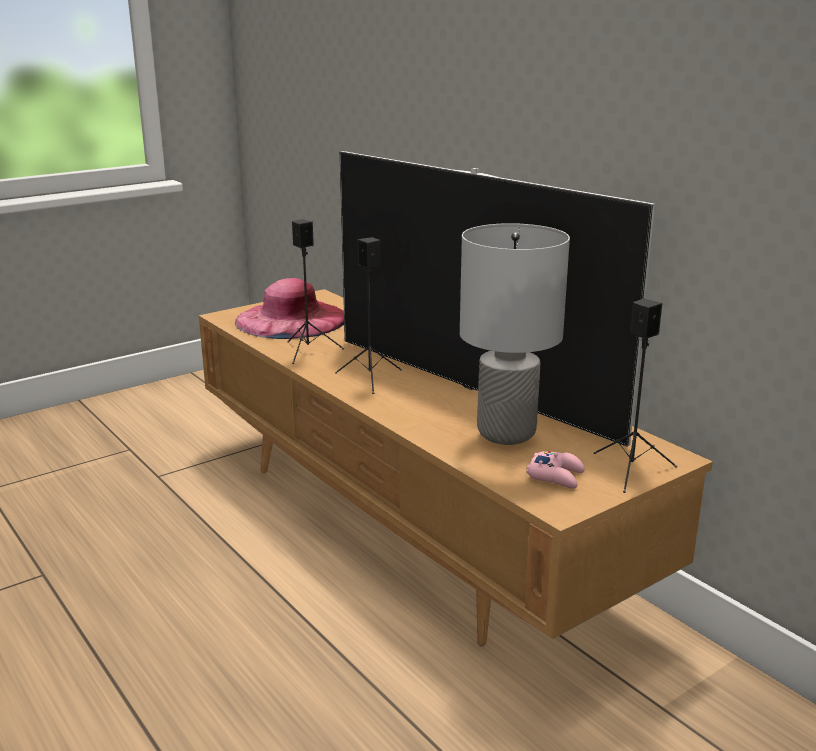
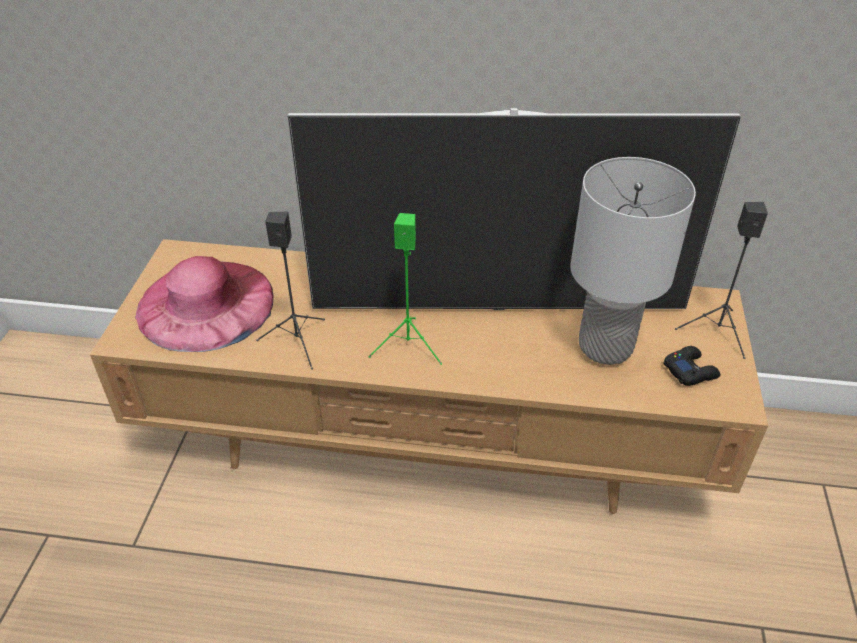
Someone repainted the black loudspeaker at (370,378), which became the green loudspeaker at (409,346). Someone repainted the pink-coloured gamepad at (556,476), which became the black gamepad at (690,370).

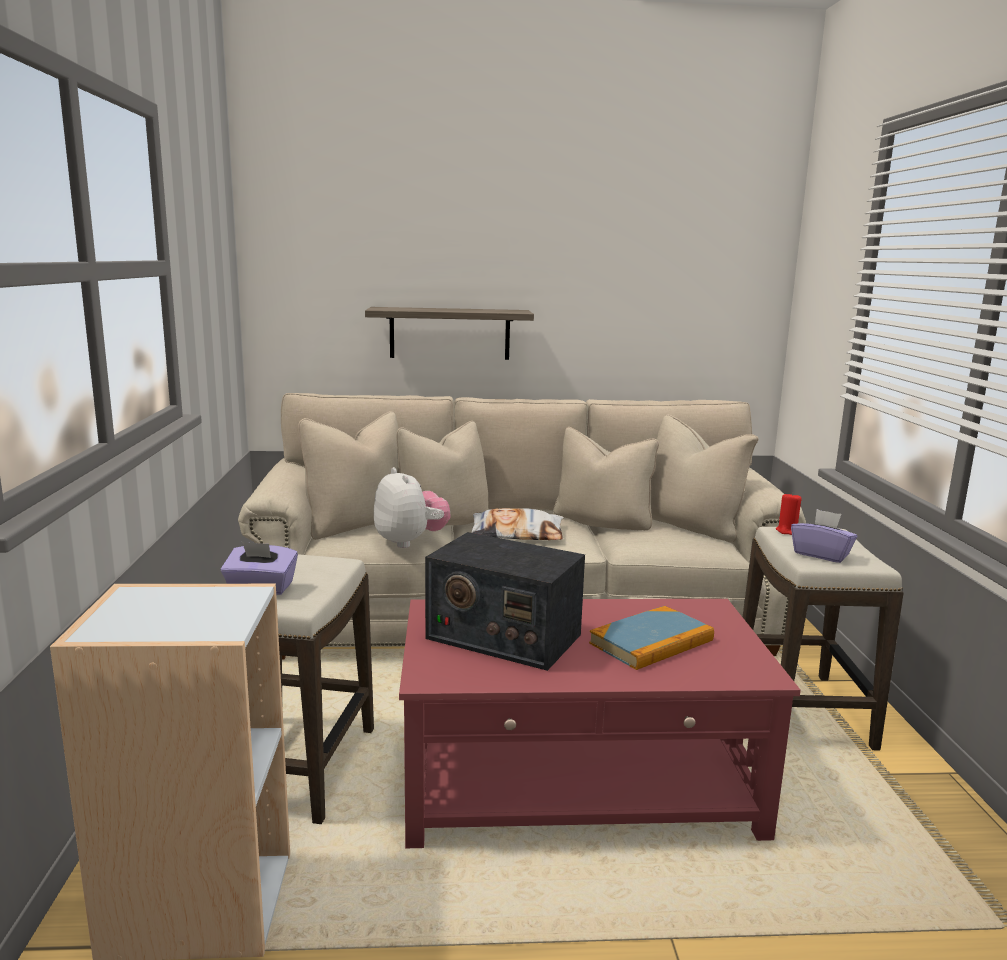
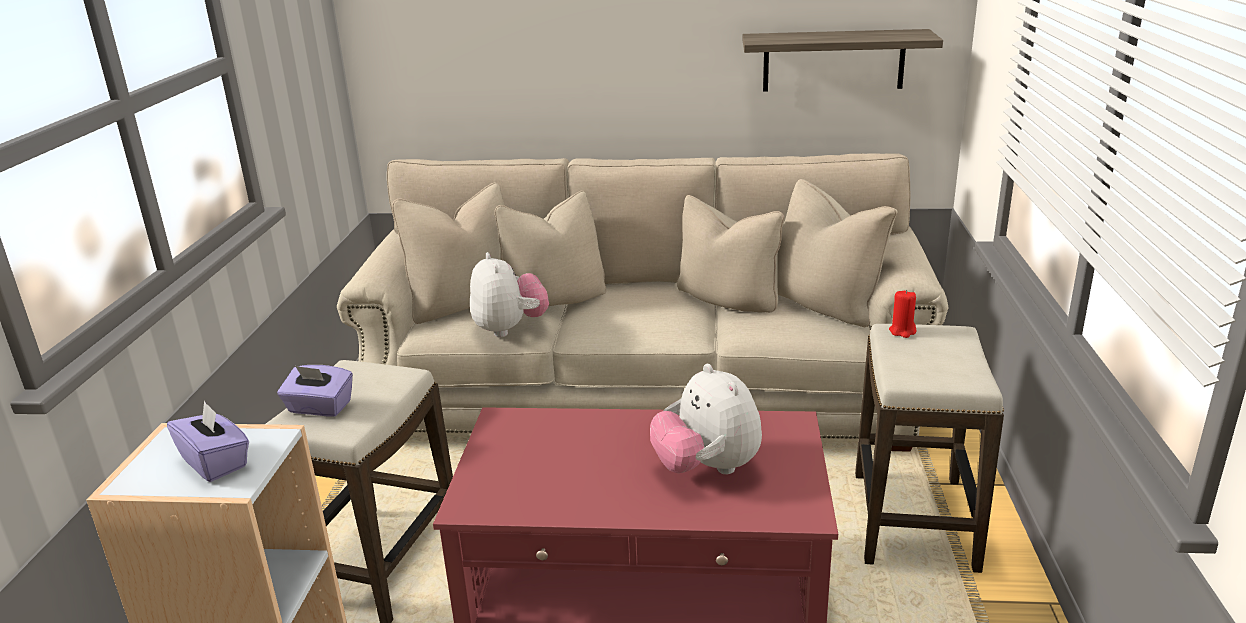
Someone carried the bracket shelf from (450,333) to (833,60). Someone took away the throw pillow at (517,533). Someone carried the purplish tissue box from (821,554) to (216,462). Someone took away the radio receiver at (502,636). Someone swapped the book at (651,642) for the plush toy at (707,468).

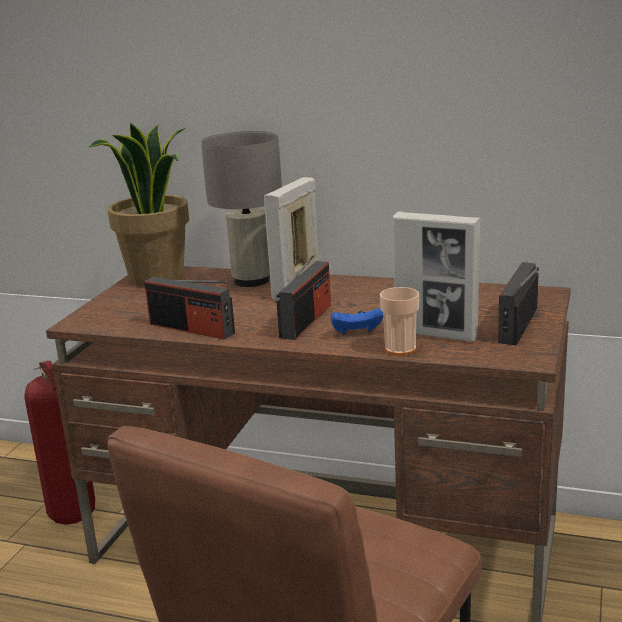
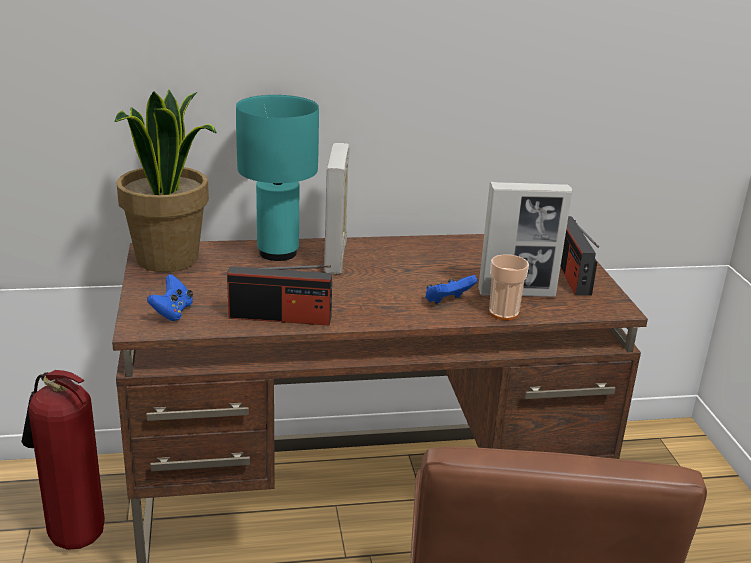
Someone repainted the gray lamp for a table at (251,281), which became the turquoise lamp for a table at (278,253). Someone took away the radio receiver at (306,320). Someone put down the blue gamepad at (172,312).

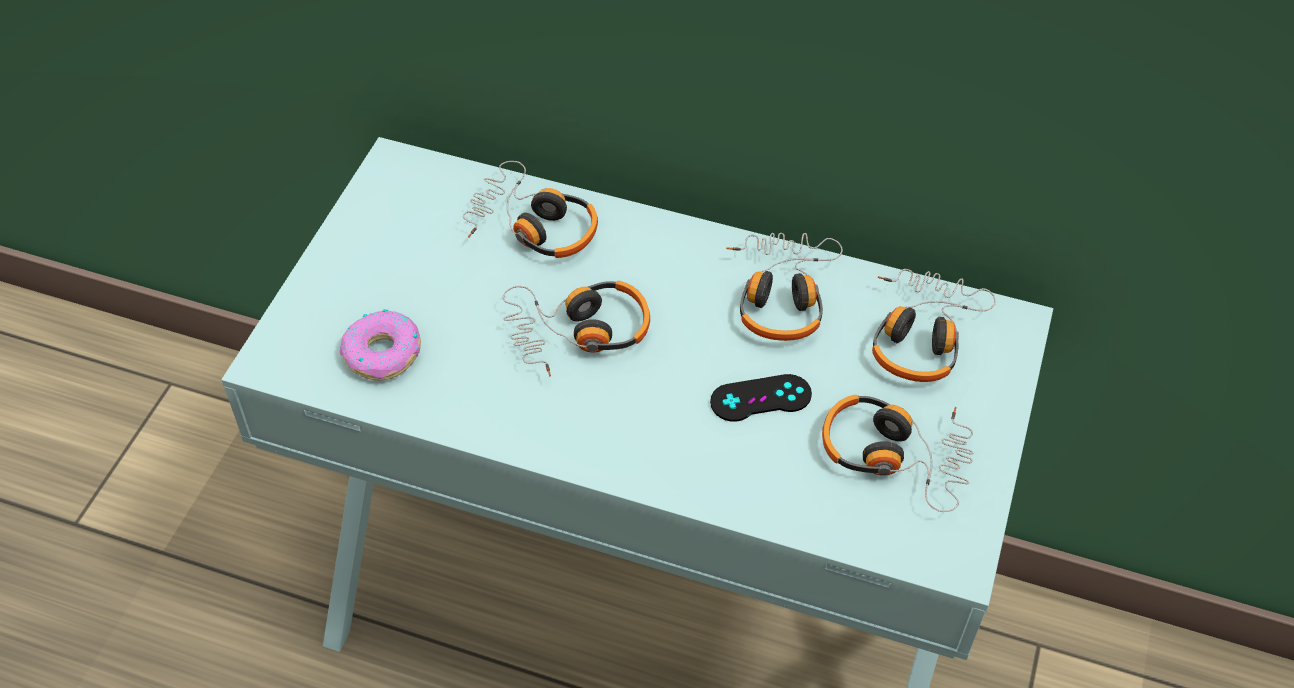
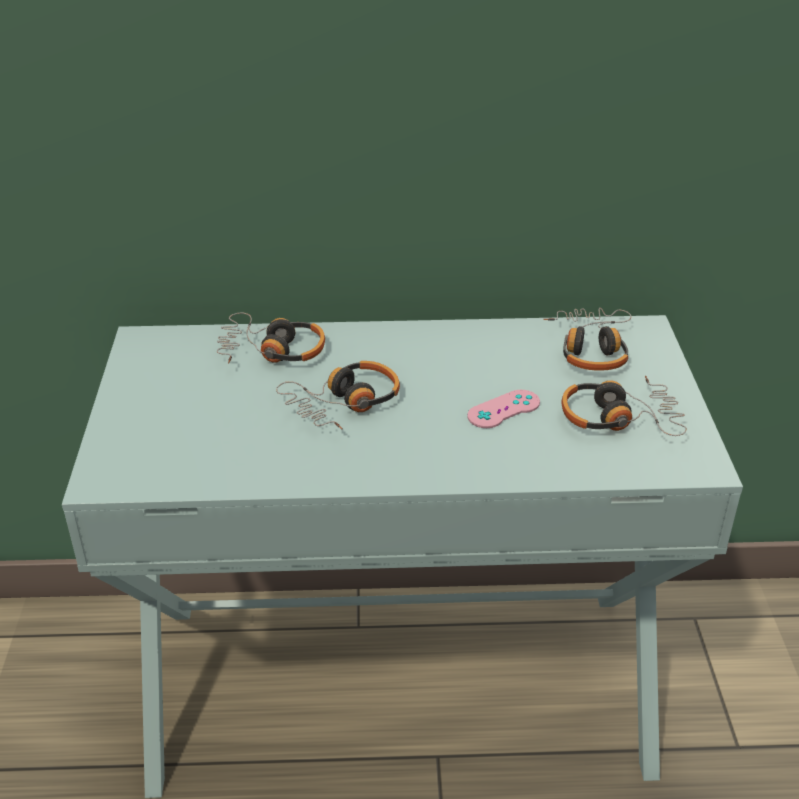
Someone took away the headset at (781,295). Someone took away the ring doughnut at (383,353). Someone repainted the black gamepad at (761,398), which became the pink-coloured gamepad at (503,409).

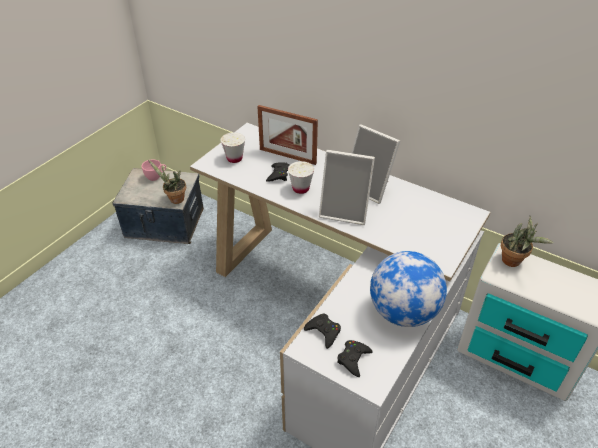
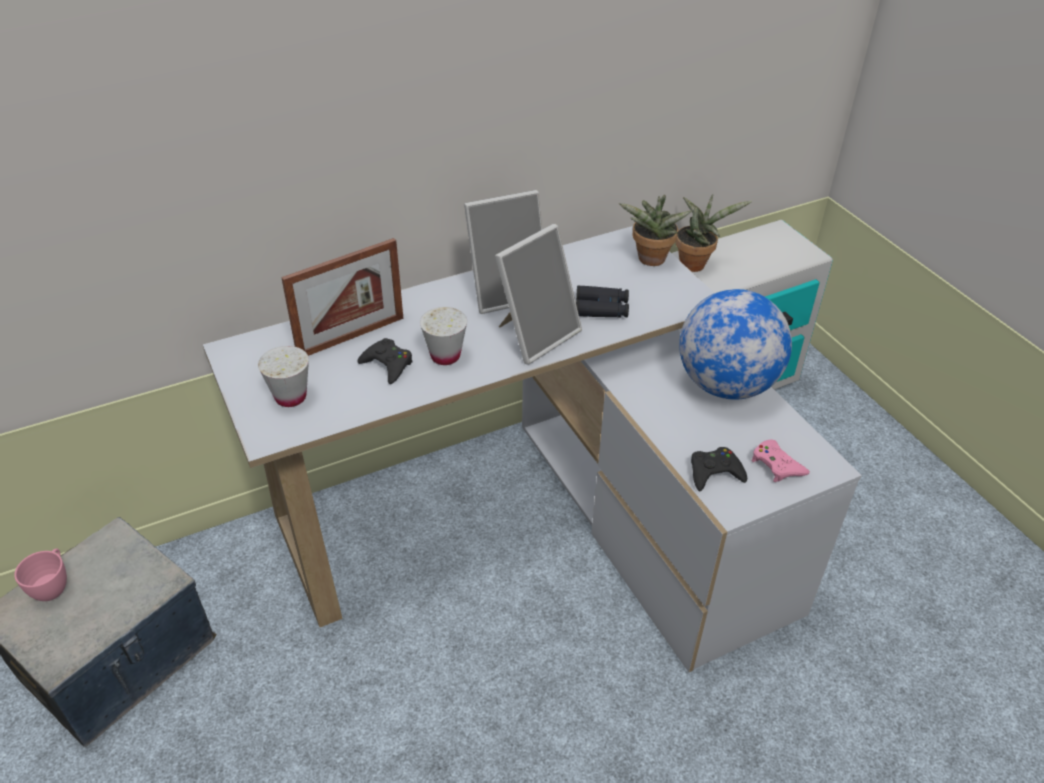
Someone carried the potted plant from (174,199) to (650,261). Someone repainted the black gamepad at (353,359), which became the pink-coloured gamepad at (777,465). Someone put down the black pair of binoculars at (601,308).

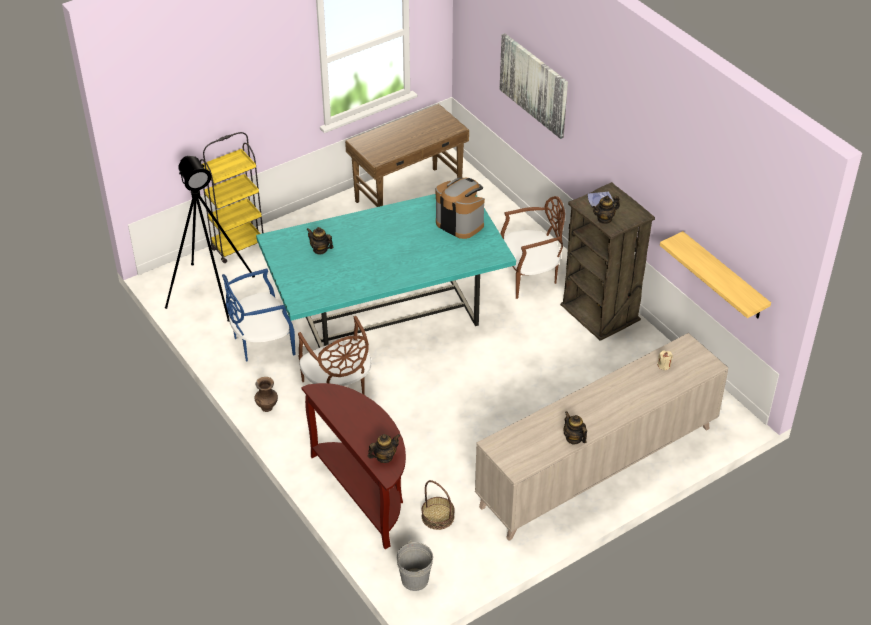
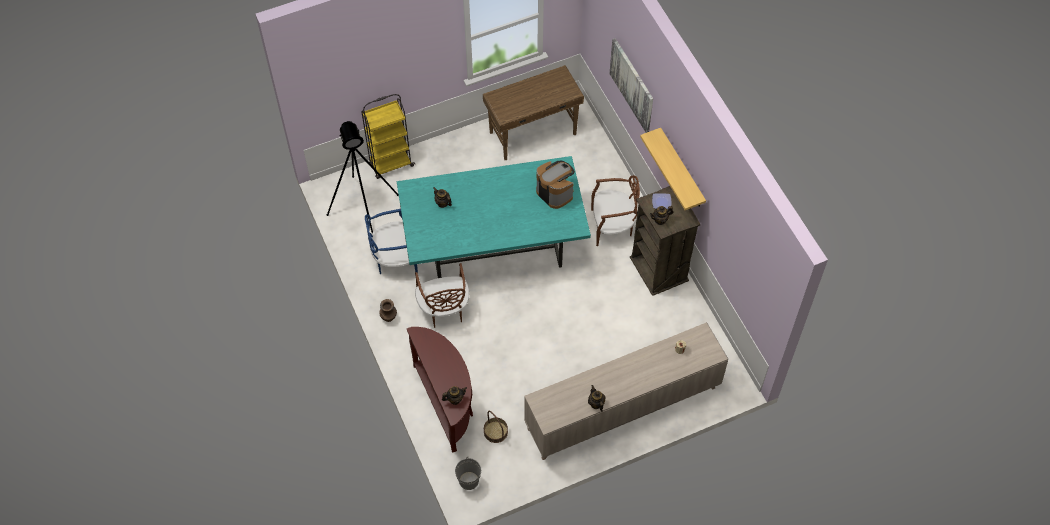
Someone carried the bracket shelf from (723,276) to (682,169).

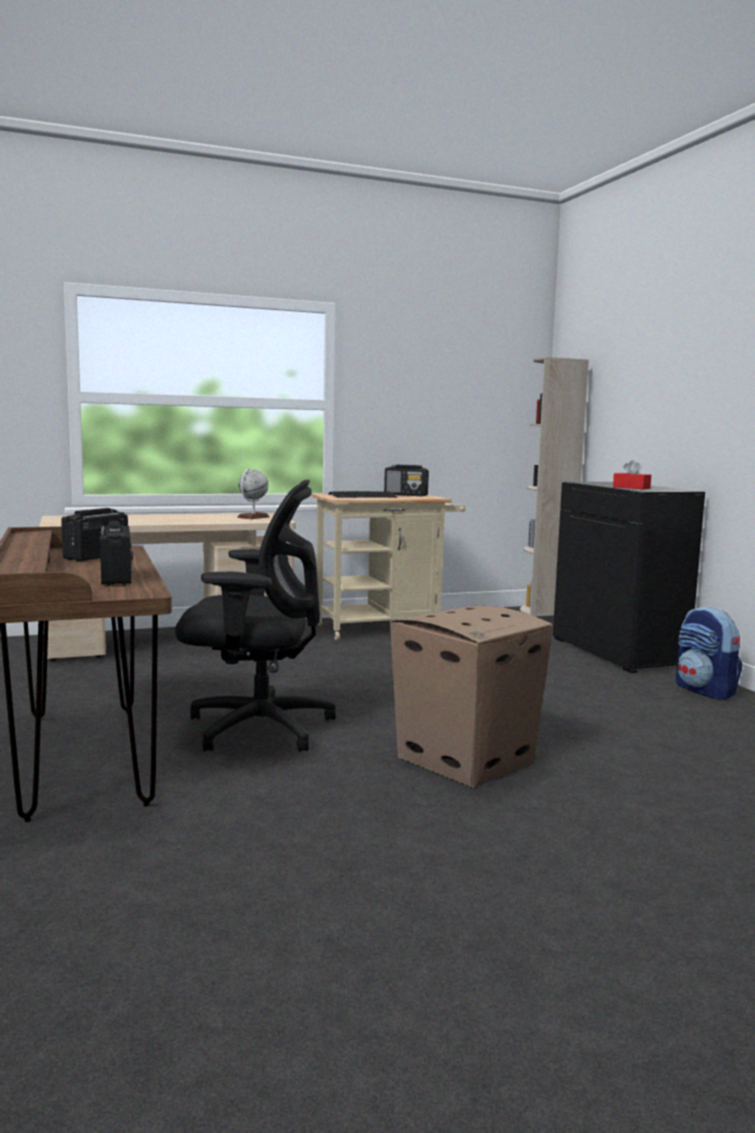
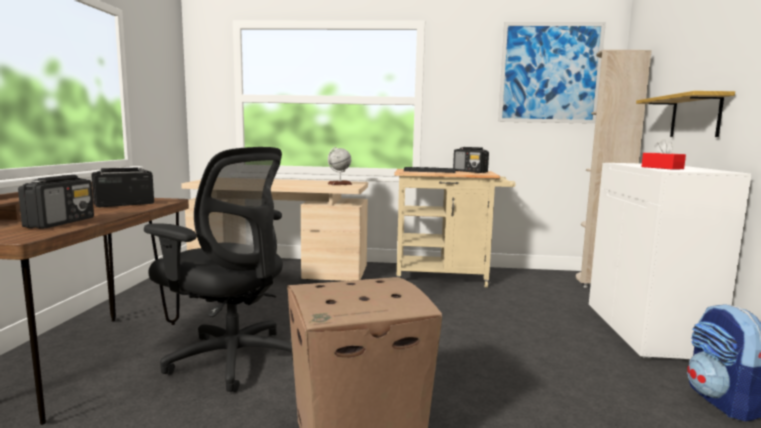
Someone repainted the black cupboard at (618,652), which became the whitish cupboard at (648,332). Someone put up the wall art at (550,73). Someone put up the bracket shelf at (695,116).

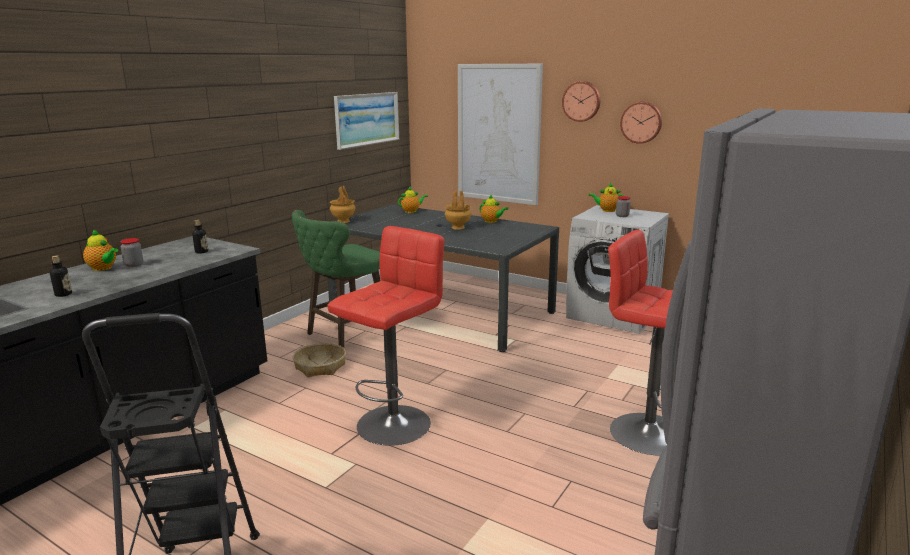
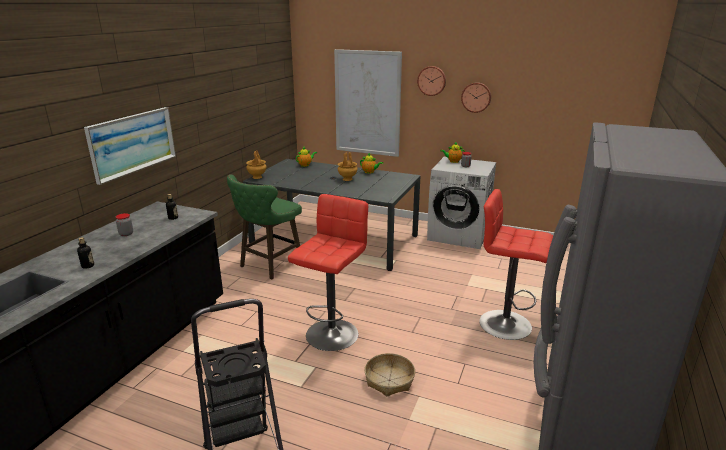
Someone carried the wall art from (367,119) to (132,143). Someone took away the teapot at (103,268). Someone carried the storage basket from (320,366) to (389,380).

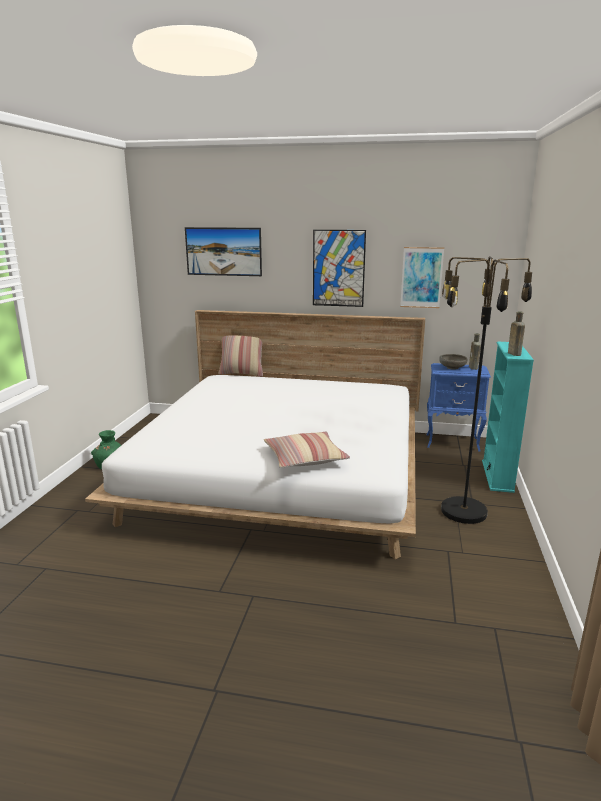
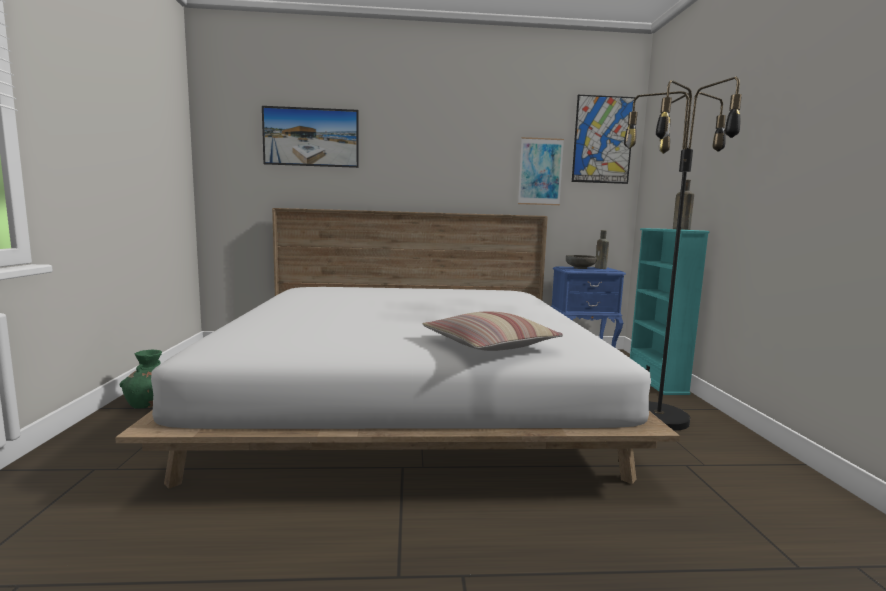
Someone carried the wall art from (338,268) to (602,140). Someone took away the throw pillow at (242,373).

